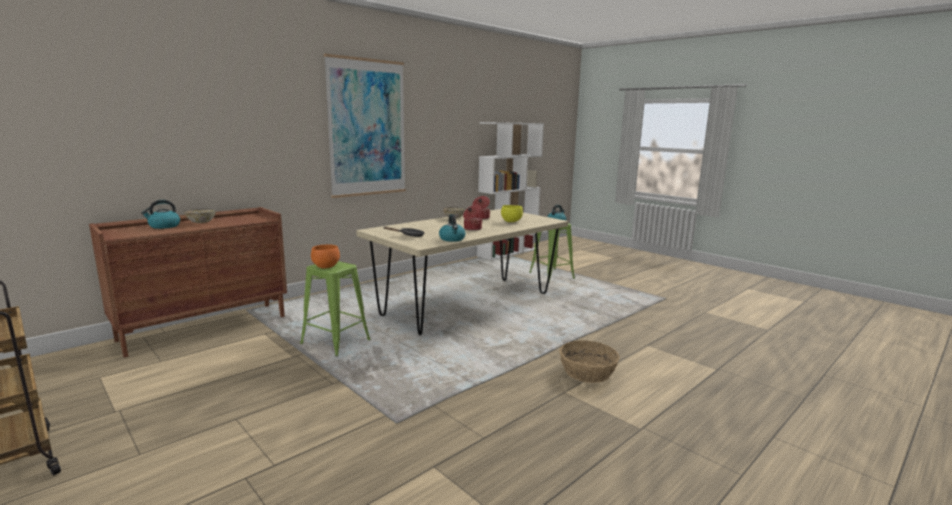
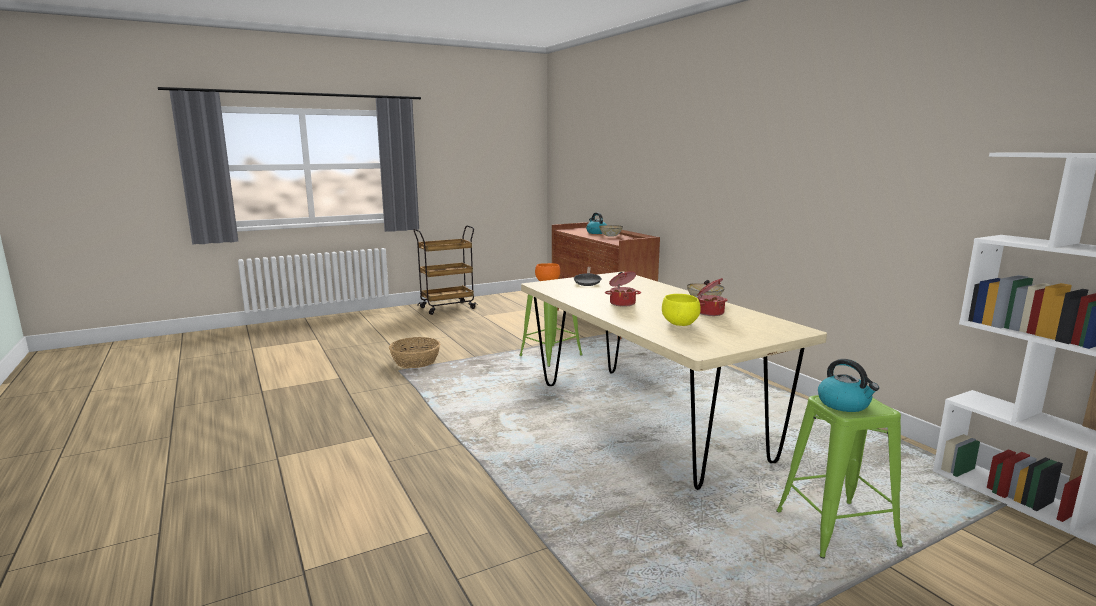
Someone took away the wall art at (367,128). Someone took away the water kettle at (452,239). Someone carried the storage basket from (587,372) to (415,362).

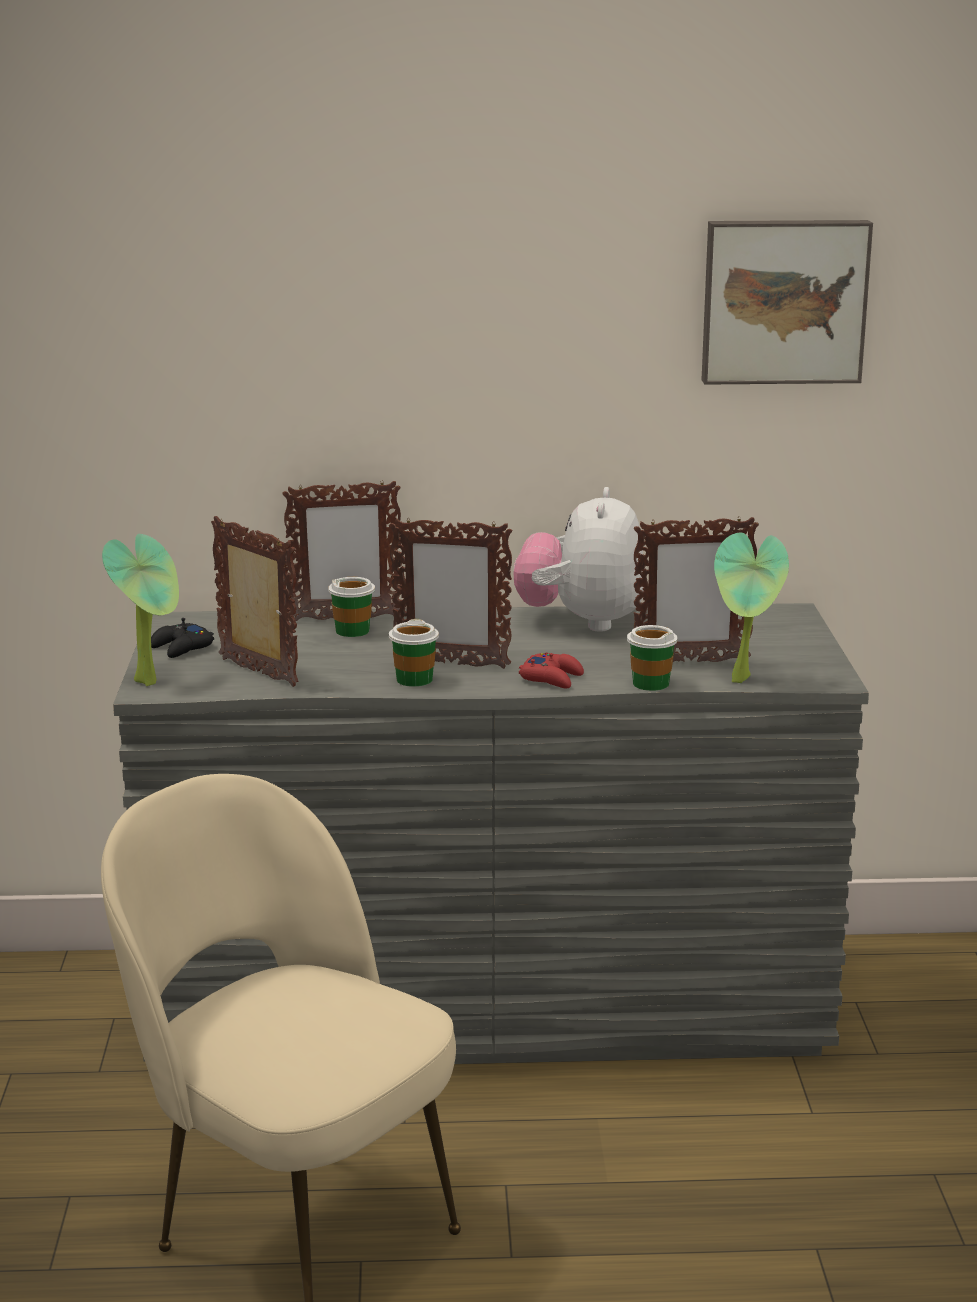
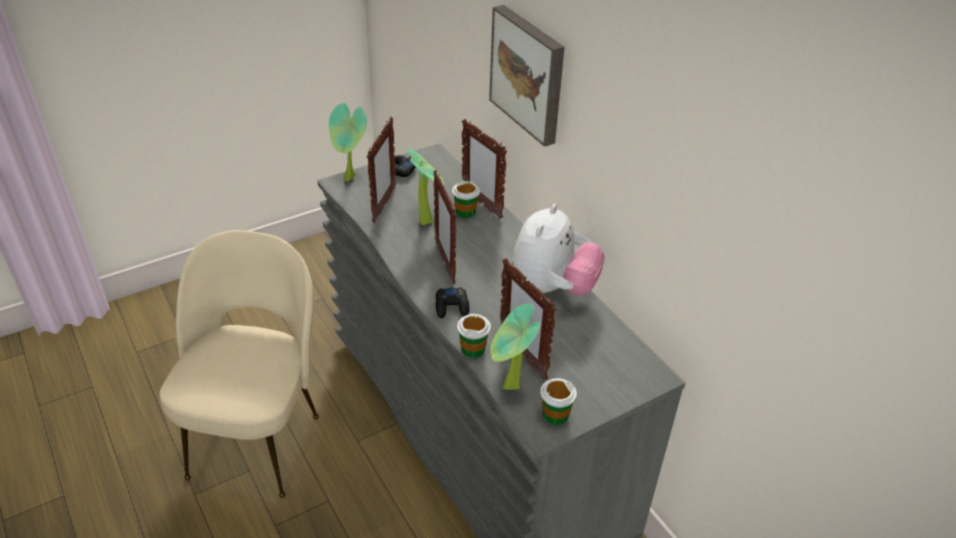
Someone carried the wall art from (783,301) to (529,74). Someone rotated the plush toy at (582,622) by 135 degrees clockwise. Someone carried the drinking cup from (414,680) to (555,415). Someone repainted the reddish gamepad at (552,678), which became the black gamepad at (452,306). Someone put down the potted plant at (427,220).

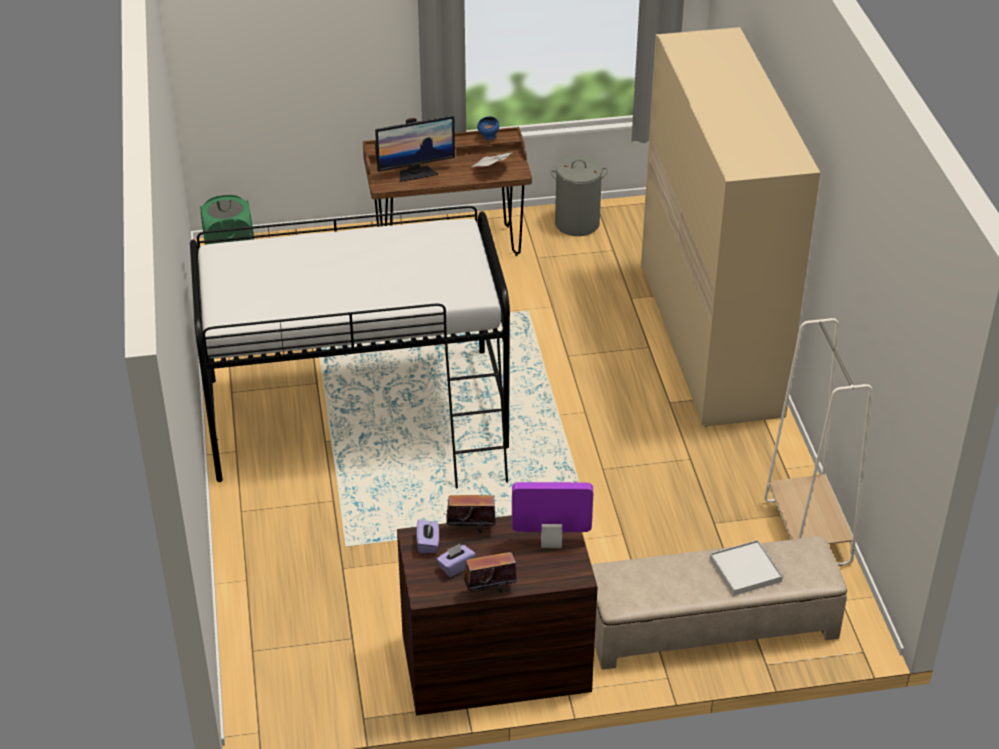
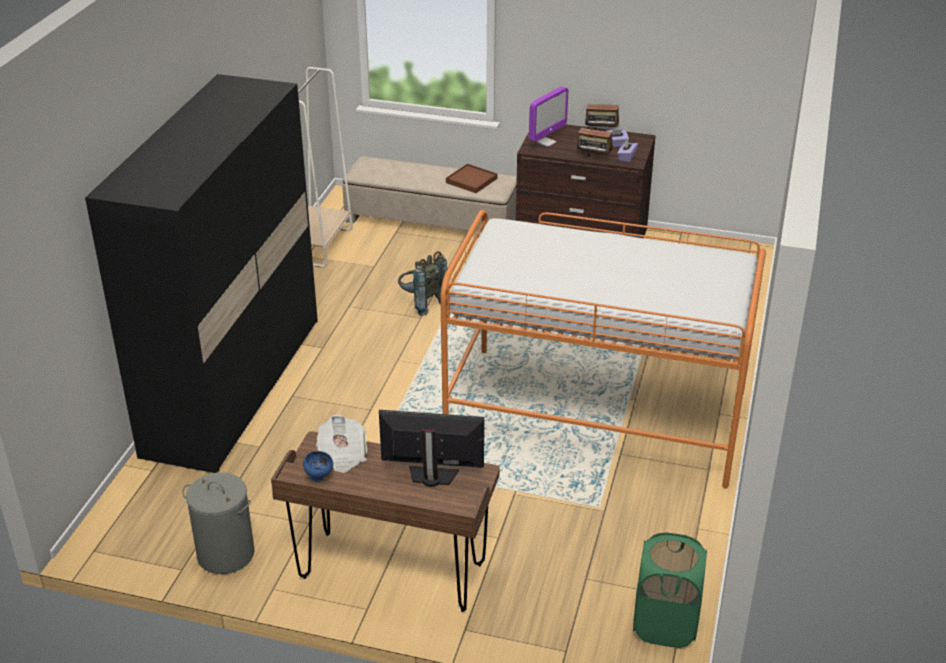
Someone repainted the sand-coloured wardrobe at (709,340), which became the black wardrobe at (234,386). Someone repainted the black sleeping bed at (360,415), which became the orangey sleeping bed at (593,412). Someone rotated the computer display at (551,541) by 75 degrees counterclockwise. Someone took away the whitish carrying tray at (745,570). Someone put down the brown carrying tray at (471,180). Someone put down the gray rucksack at (421,303).

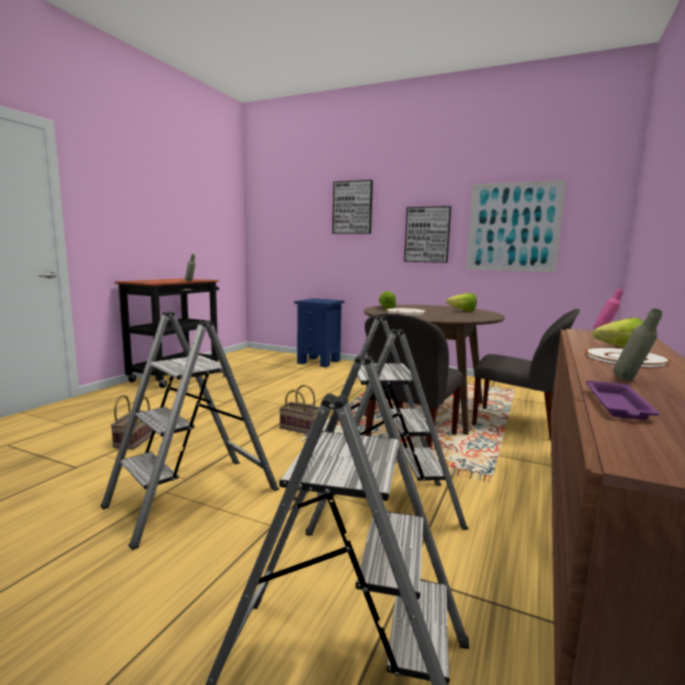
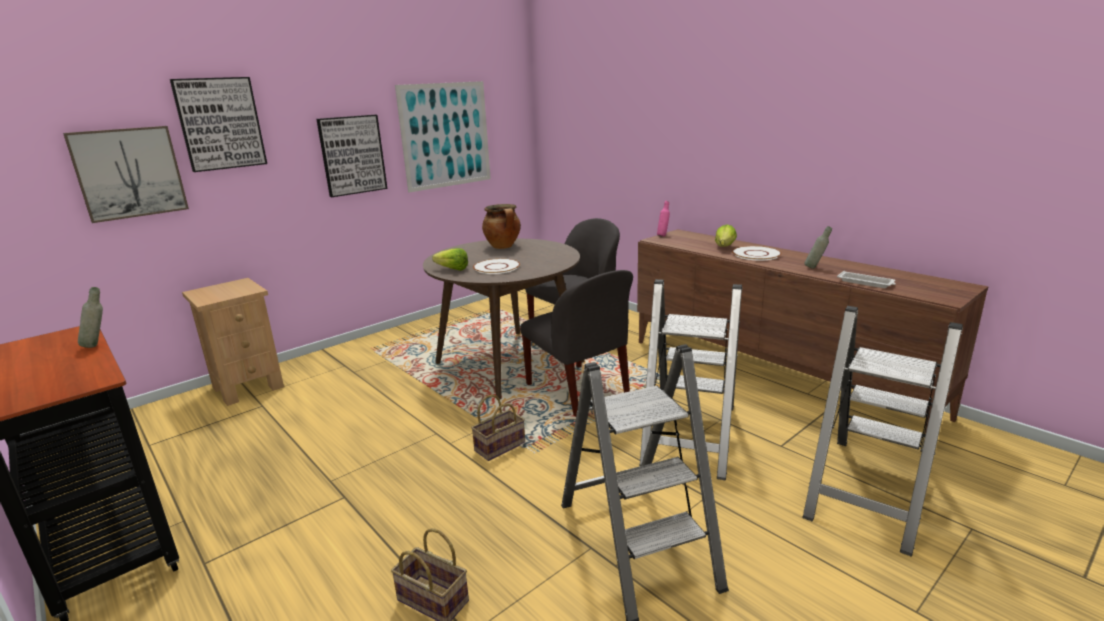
Someone swapped the head of lettuce at (460,310) for the stockpot at (503,247). Someone repainted the blue nightstand at (319,362), which became the sand-coloured nightstand at (249,387). Someone repainted the purplish carrying tray at (618,405), which became the whitish carrying tray at (866,283). Someone put up the wall art at (129,173).

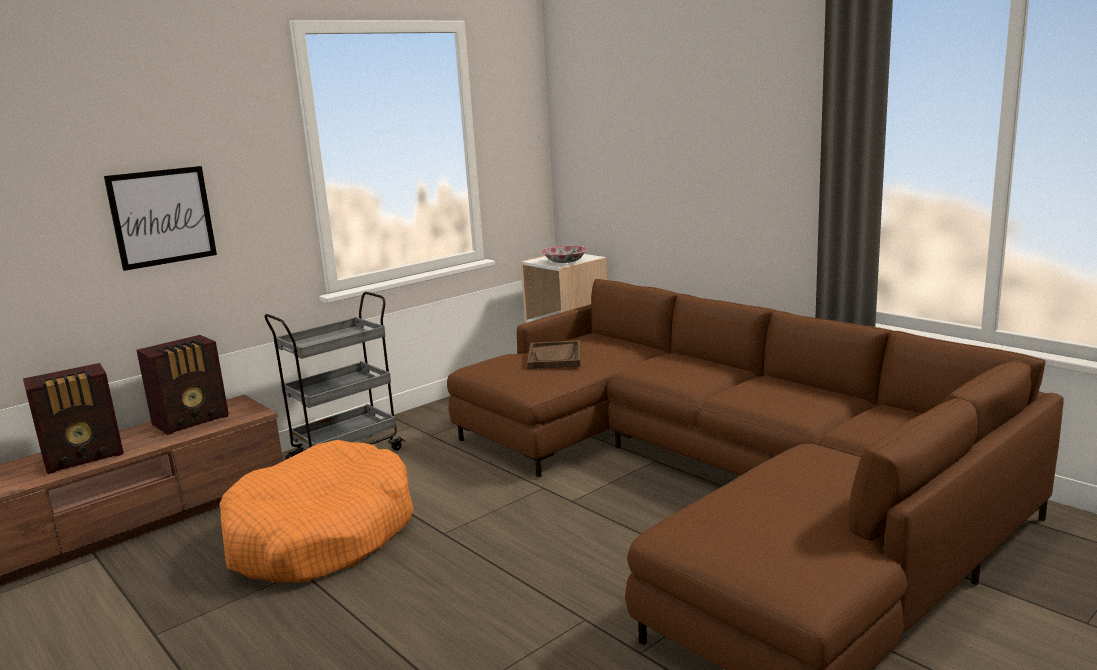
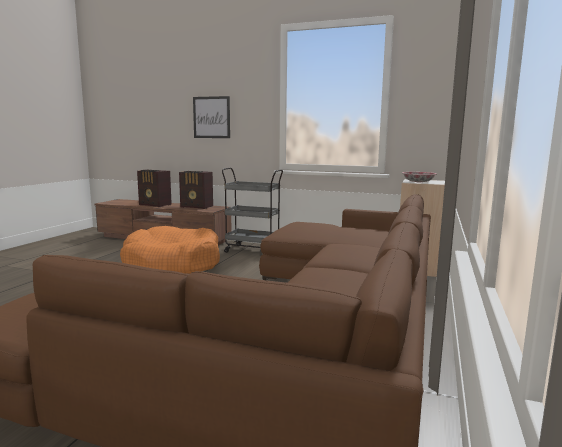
Someone took away the brown carrying tray at (554,357).

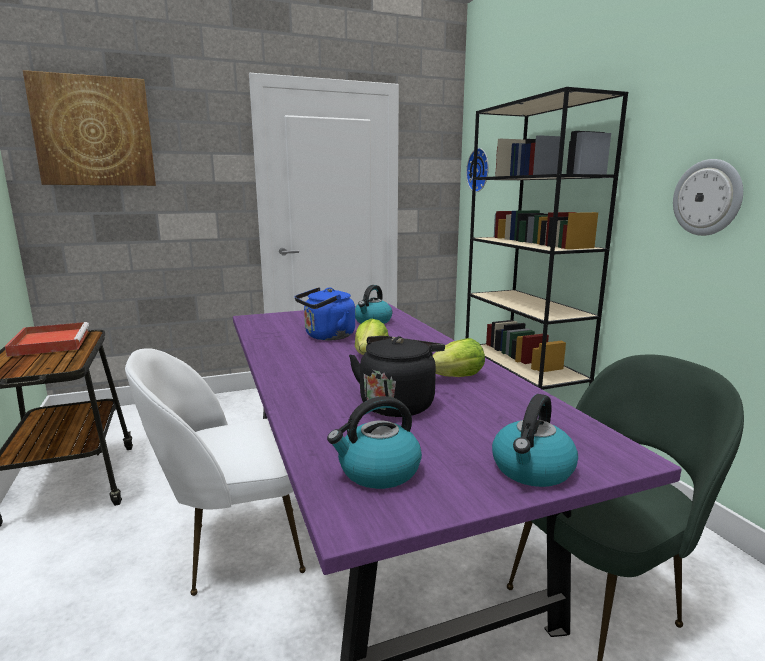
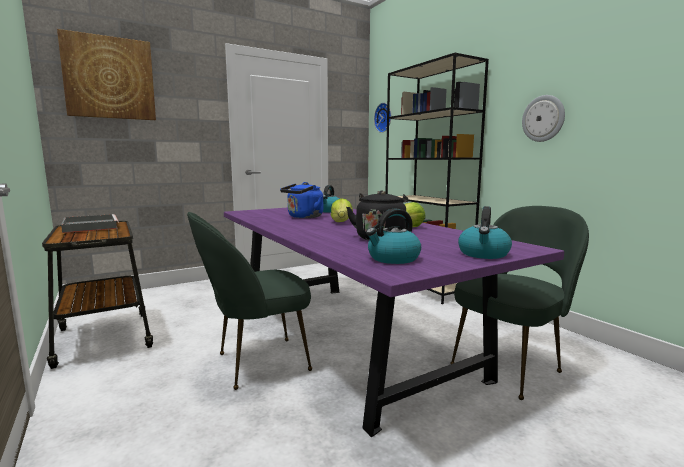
Someone repainted the reddish carrying tray at (50,342), which became the gray carrying tray at (90,226). Someone repainted the whitish plain chair at (235,550), which became the green plain chair at (255,364).

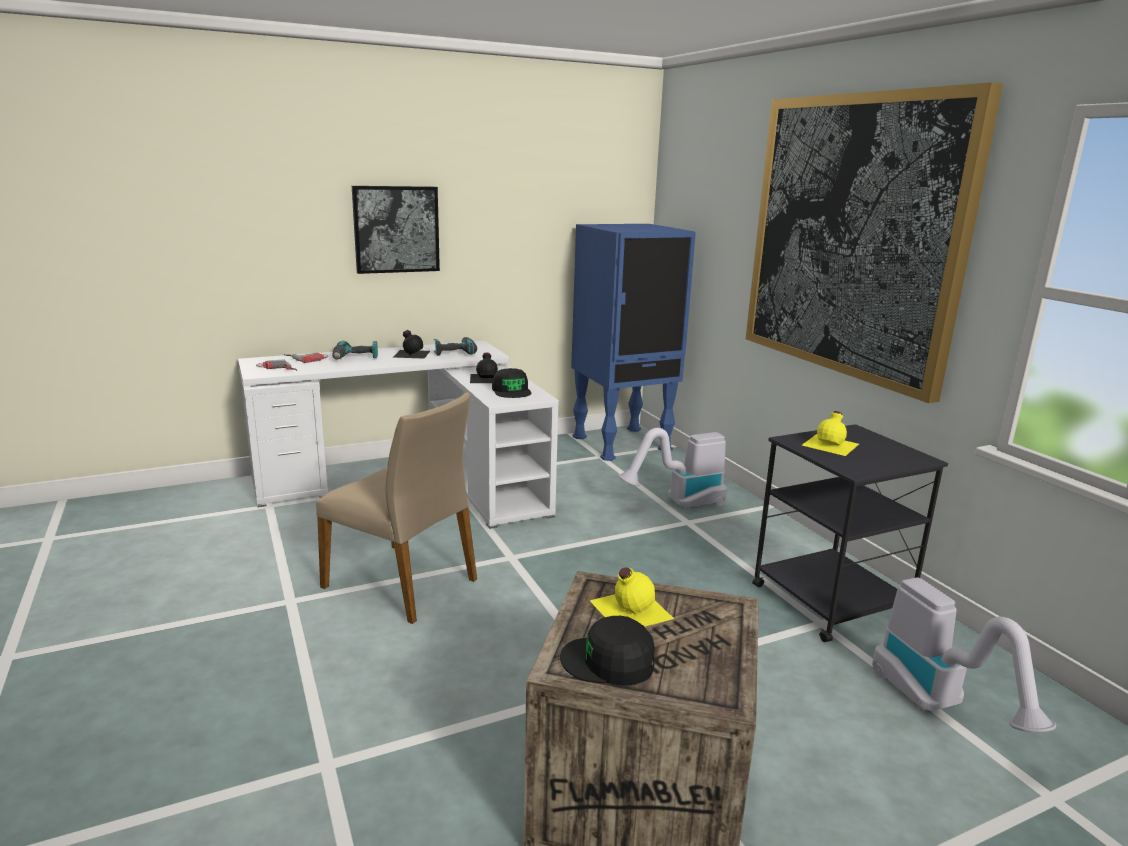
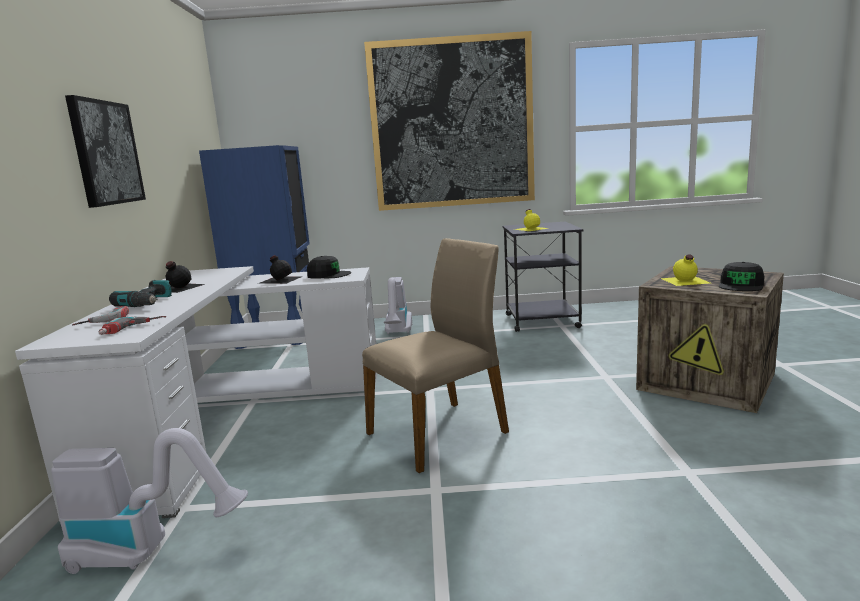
Someone took away the power drill at (454,352). Someone carried the vacuum from (940,706) to (149,552).

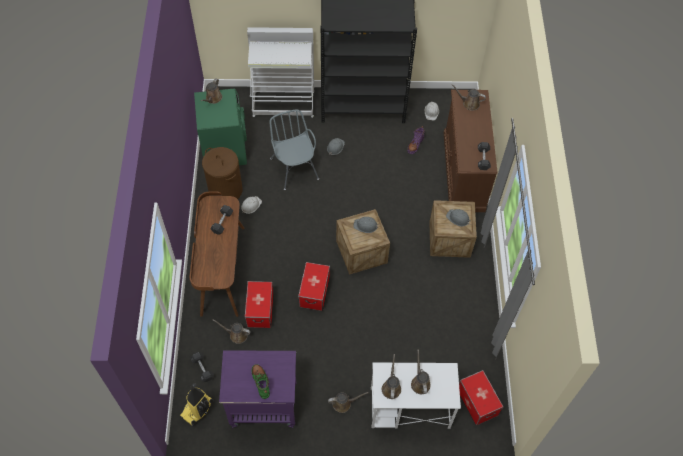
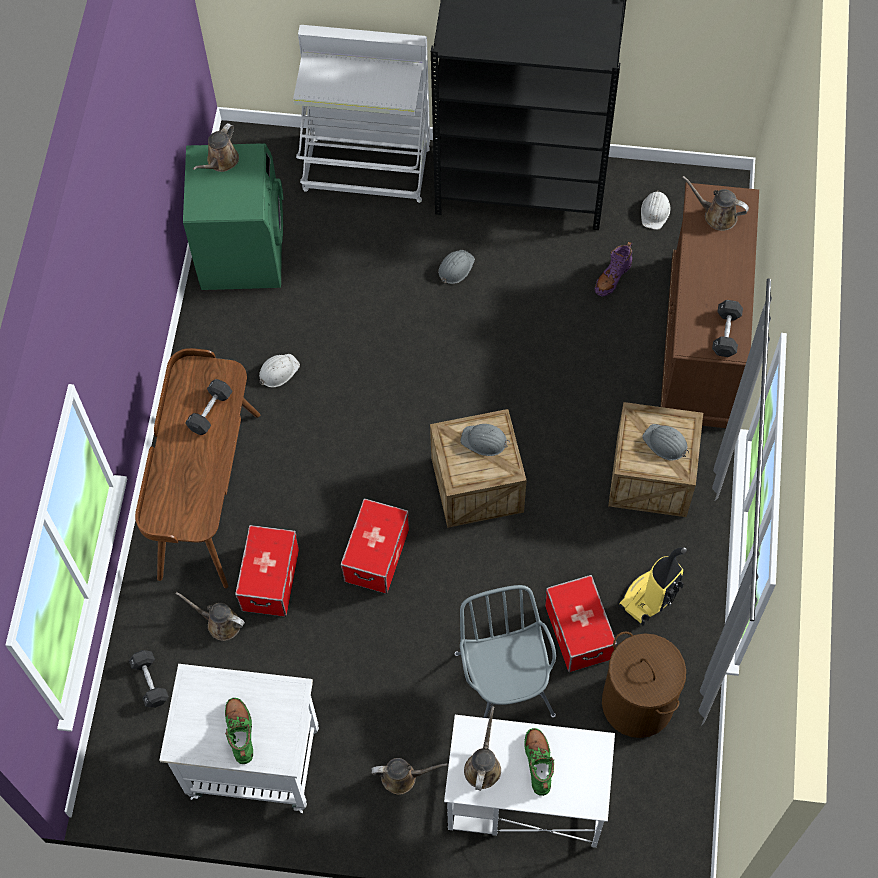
Someone carried the gray plain chair from (294,166) to (504,679). Someone carried the brown laundry basket from (225,190) to (637,703). Someone swapped the brown sprinkling can at (420,382) for the green high-top boot at (538,763). Someone repainted the purplish wheeled cart at (263,405), which became the whitish wheeled cart at (253,763). Someone carried the storage bin from (477,402) to (577,632). Someone carried the vacuum from (197,410) to (649,598).

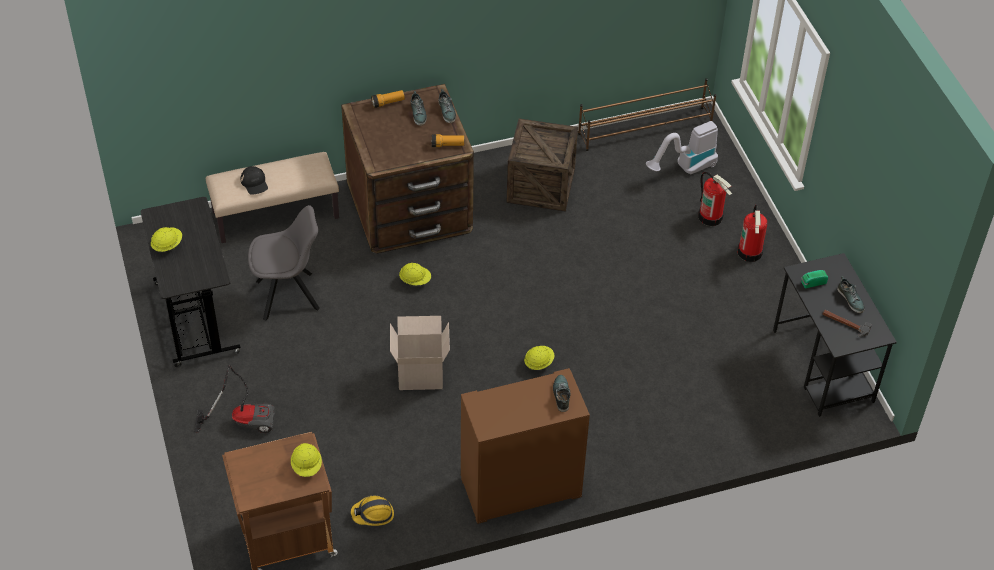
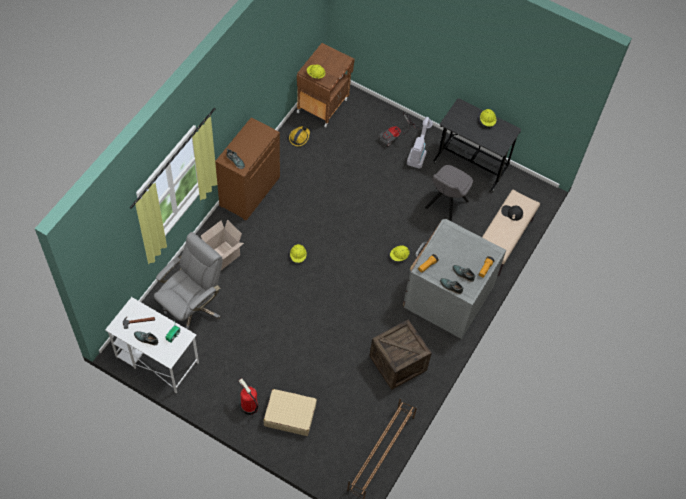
Someone repainted the brown chest of drawers at (411,208), which became the gray chest of drawers at (446,296). Someone carried the vacuum from (685,168) to (418,152). Someone swapped the fire extinguisher at (710,217) for the sand-coloured piece of luggage at (290,415). Someone repainted the black desk table at (823,366), which became the whitish desk table at (156,359). Someone carried the cardboard box from (421,373) to (223,257). Someone put down the gray office chair at (192,308).

